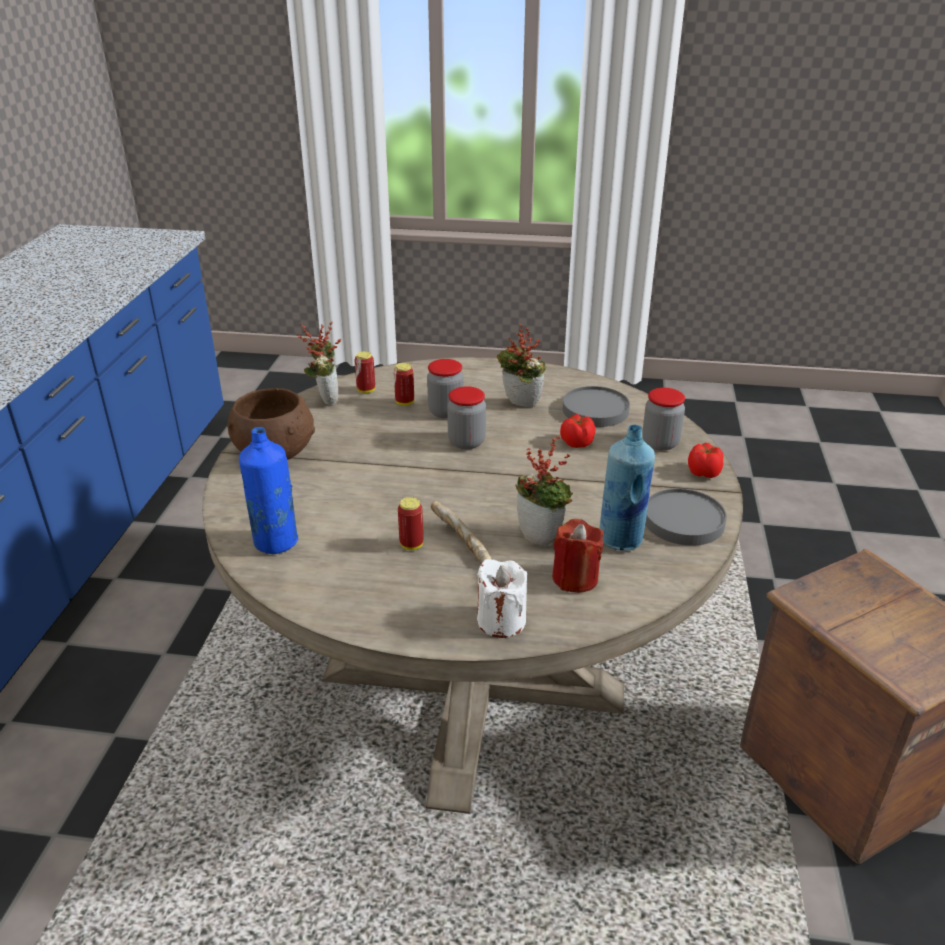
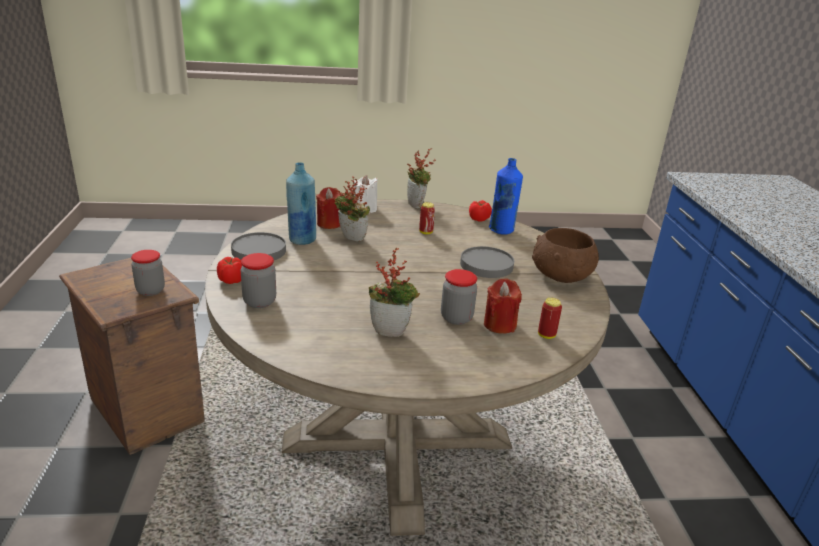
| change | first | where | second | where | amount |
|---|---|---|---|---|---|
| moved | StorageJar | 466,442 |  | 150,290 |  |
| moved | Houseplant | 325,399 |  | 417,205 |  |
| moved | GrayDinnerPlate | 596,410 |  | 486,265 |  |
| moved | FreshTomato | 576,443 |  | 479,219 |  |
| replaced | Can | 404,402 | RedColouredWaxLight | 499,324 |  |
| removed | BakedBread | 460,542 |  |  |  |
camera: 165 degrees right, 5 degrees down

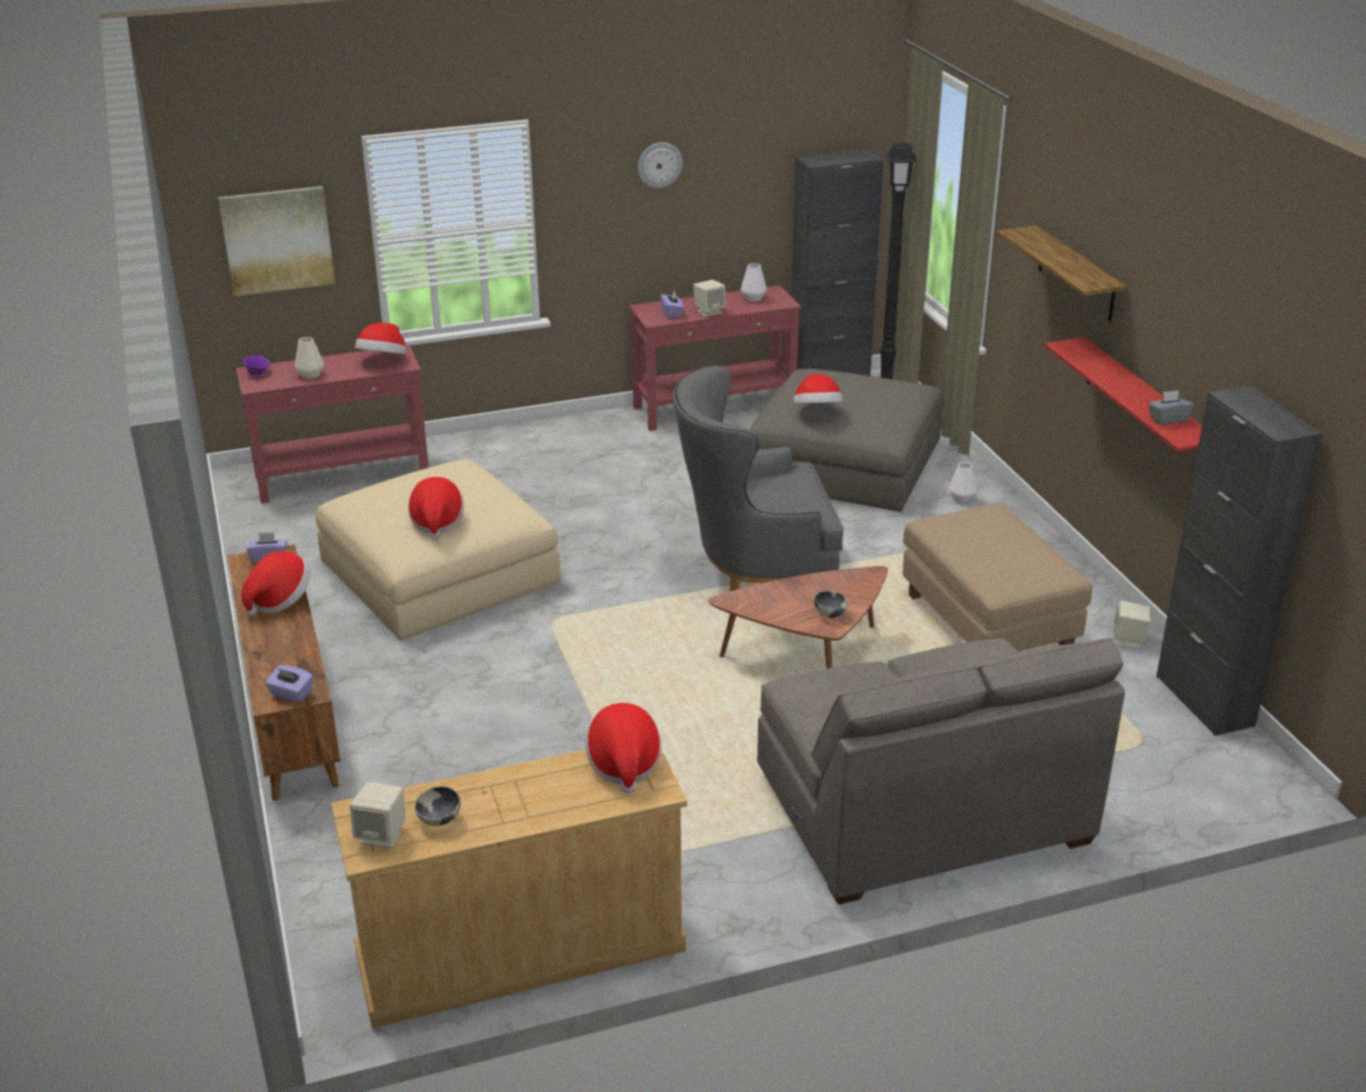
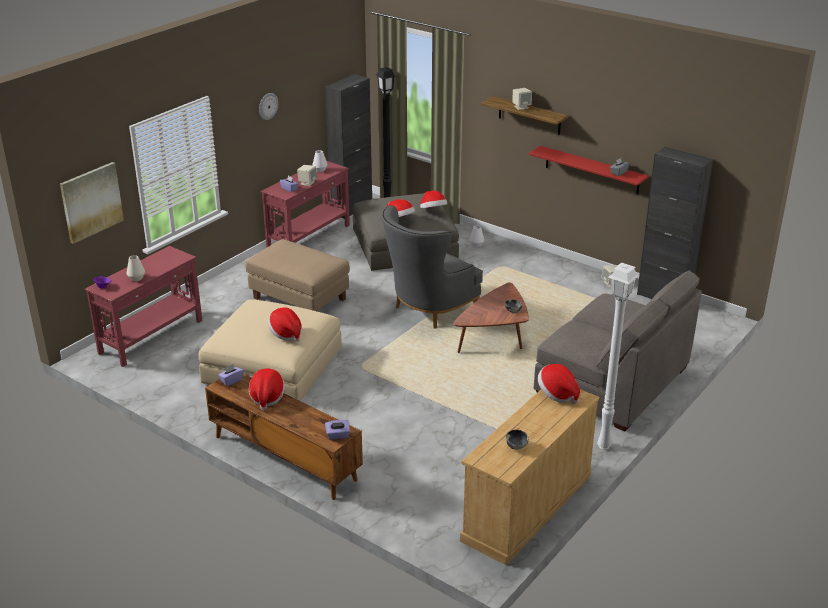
| change | first | where | second | where | amount |
|---|---|---|---|---|---|
| moved | SandColouredPouffe | 989,625 |  | 300,298 |  |
| moved | WearableHat | 383,361 |  | 433,211 |  |
| moved | SandColouredSpeaker | 382,835 |  | 521,107 |  |
| added |  |  | WhiteColouredFloorLamp | 604,447 |  |
camera: 35 degrees left, 0 degrees up

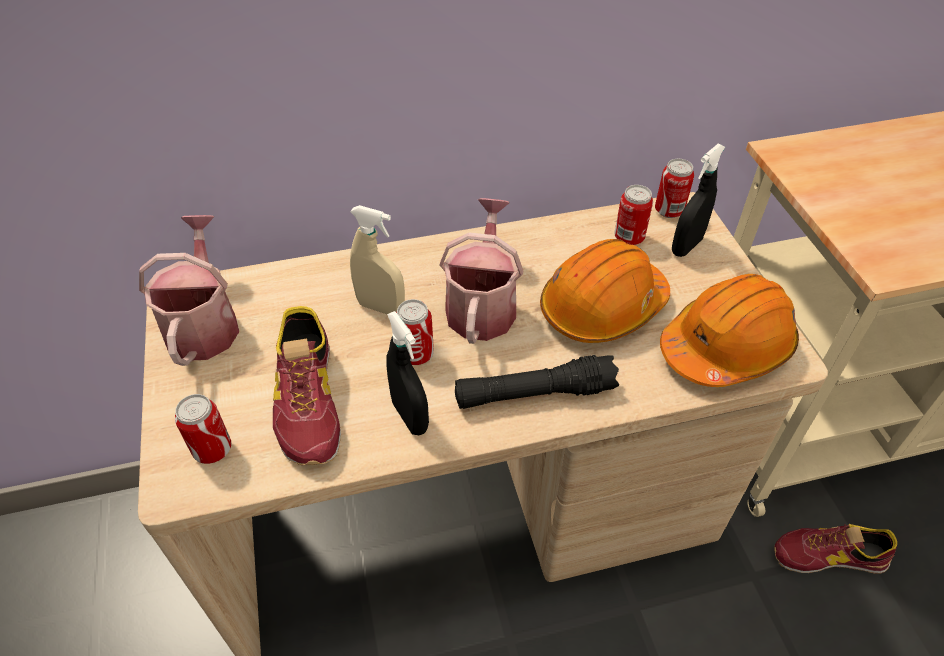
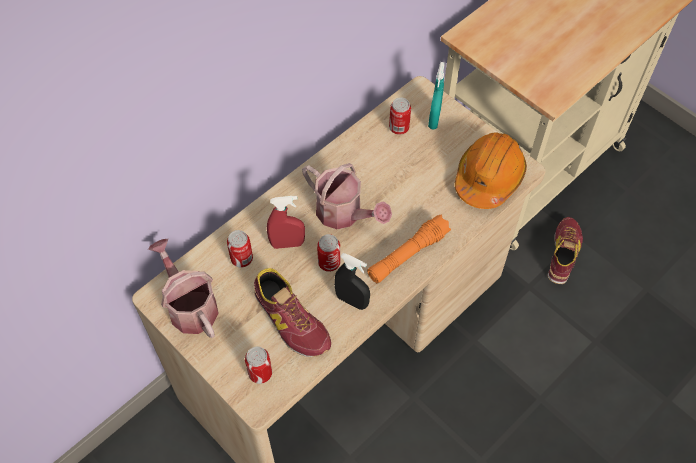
| change | first | where | second | where | amount |
|---|---|---|---|---|---|
| moved | Can | 669,211 |  | 242,259 |  |
| recoloured | SandColouredSprayer | 381,307 | RedColouredSprayer | 287,244 |  |
| turned | WateringPot | 482,305 |  | 344,214 | 150 degrees clockwise |
| recoloured | BlackColouredTorch | 534,394 | OrangeTorch | 407,255 |  |
| recoloured | BlackColouredSprayer | 686,246 | BlueGreenSprayer | 434,119 |  |
| turned | Shoe | 828,556 |  | 563,253 | 135 degrees clockwise |
| removed | OrangeHardHat | 602,308 |  |  |  |
camera: 30 degrees left, 10 degrees up

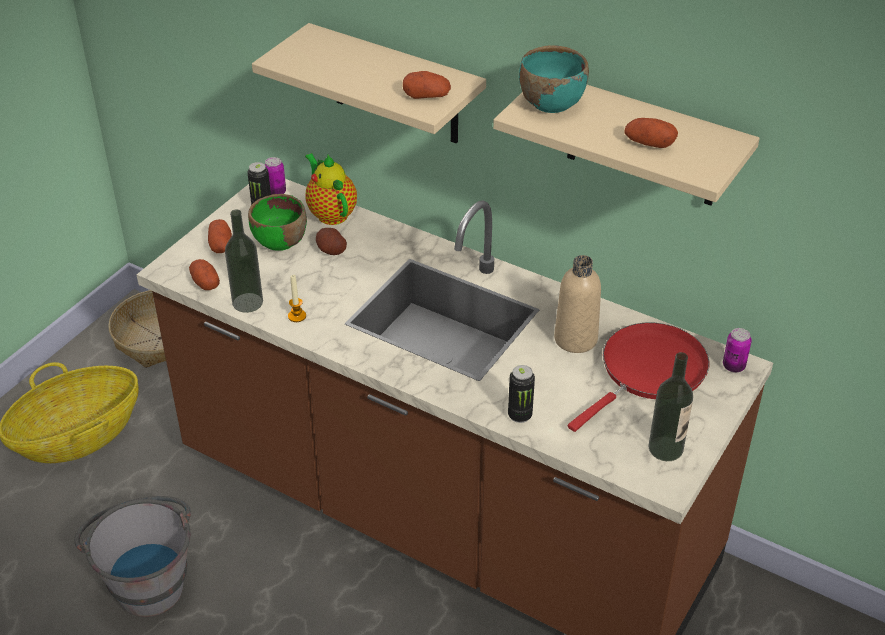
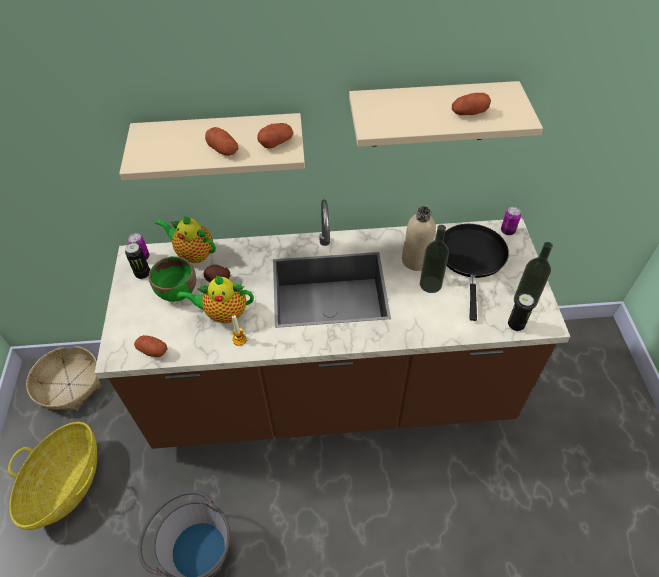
| change | first | where | second | where | amount |
|---|---|---|---|---|---|
| added |  |  | Teapot | 223,313 |  |
| moved | Spud | 221,245 |  | 223,150 |  |
| moved | BeverageBottle | 247,302 |  | 430,284 |  |
| recoloured | RedColouredFryingPan | 648,372 | BlackColouredFryingPan | 471,259 |  |
| moved | Can | 520,415 |  | 515,325 |  |
| removed | BlueGreenBowl | 551,102 |  |  |  |
camera: 35 degrees left, 10 degrees up

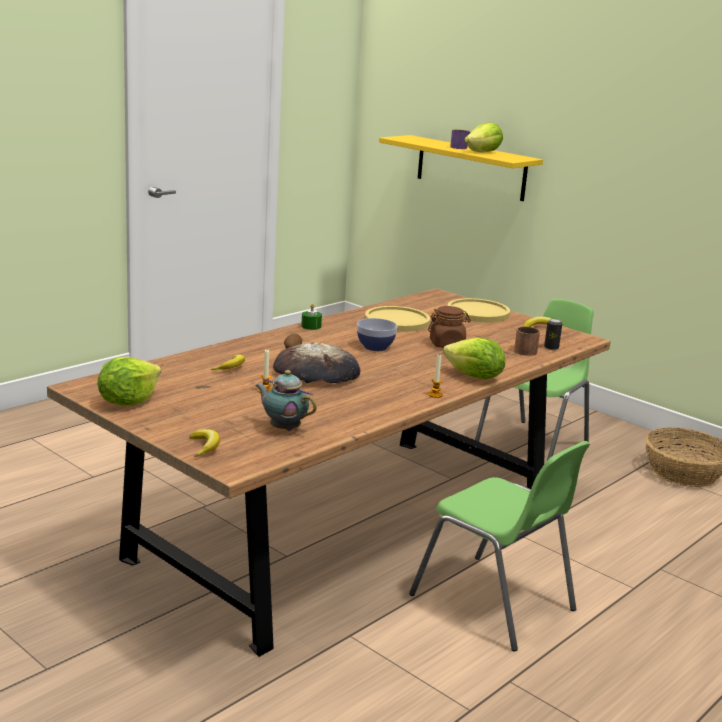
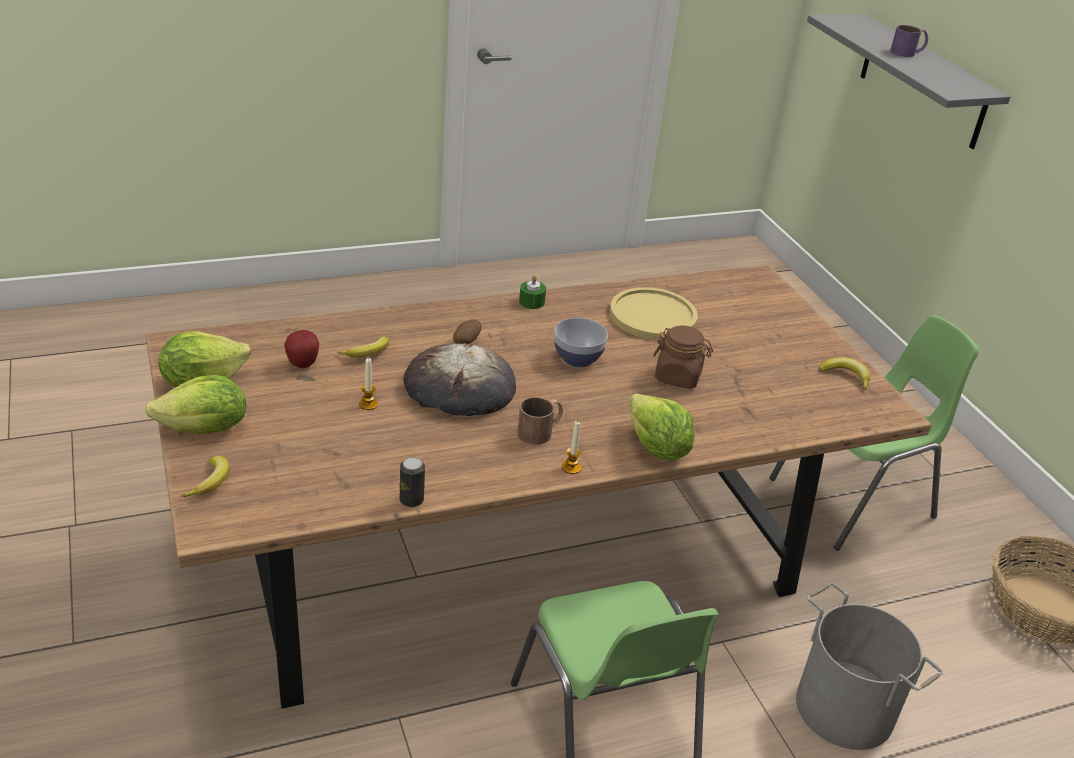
| change | first | where | second | where | amount |
|---|---|---|---|---|---|
| moved | HeadOfLettuce | 483,152 |  | 205,429 |  |
| added |  |  | WholeApple | 302,364 |  |
| moved | Can | 551,348 |  | 411,500 |  |
| moved | BrownColouredMug | 527,350 |  | 541,431 |  |
| added |  |  | GrayPail | 845,707 |  |
| recoloured | YellowishShelf | 471,168 | GrayShelf | 923,81 |  |
| removed | Teapot | 283,428 |  |  |  |
| removed | YellowishDinnerPlate | 478,312 |  |  |  |
camera: 25 degrees right, 15 degrees up

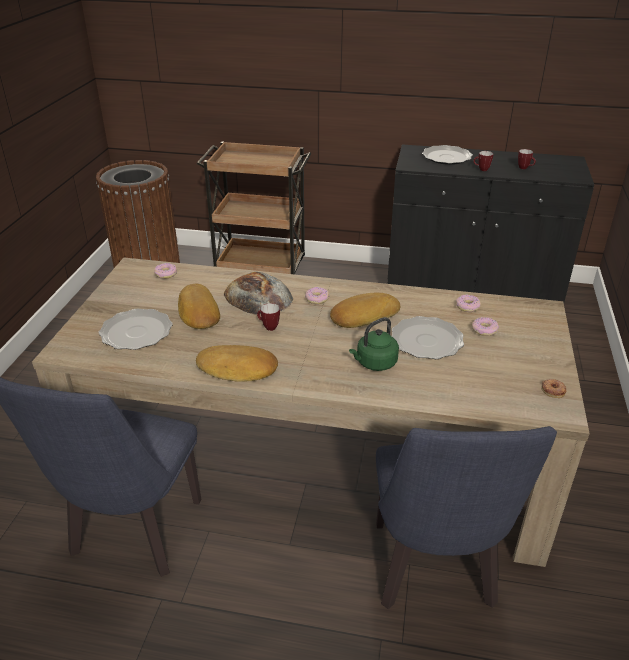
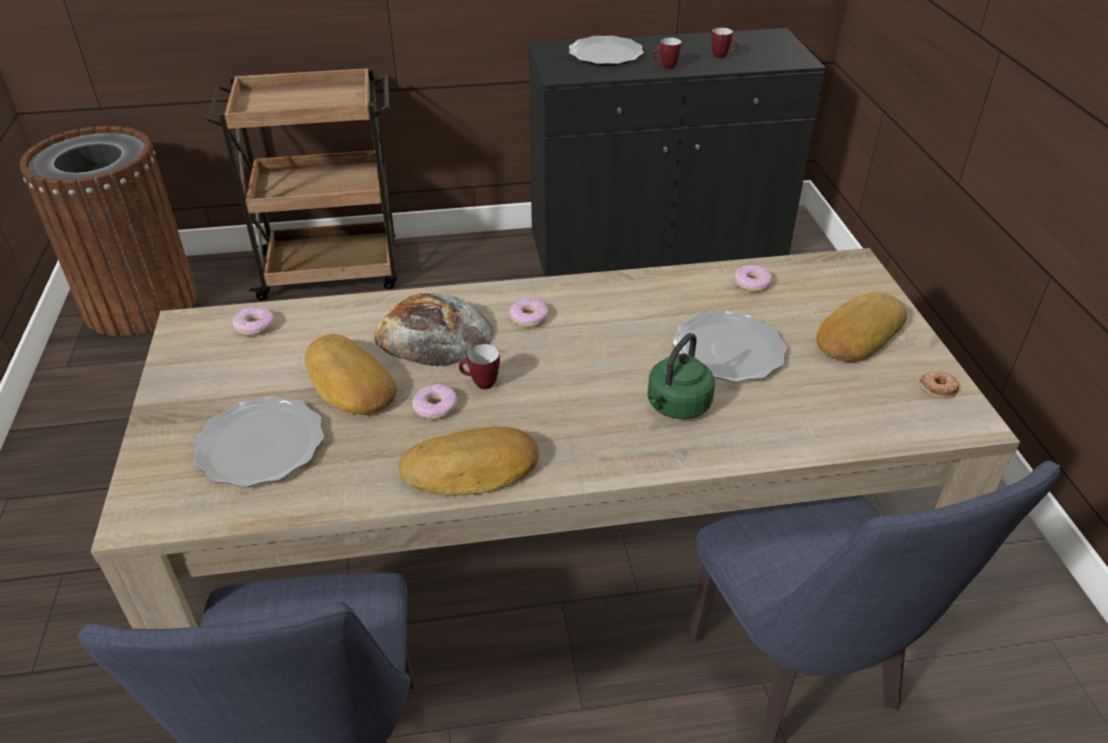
| change | first | where | second | where | amount |
|---|---|---|---|---|---|
| moved | Donut | 484,330 |  | 436,407 |  |
| moved | BakedBread | 363,315 |  | 857,334 |  |
camera: 20 degrees left, 5 degrees up

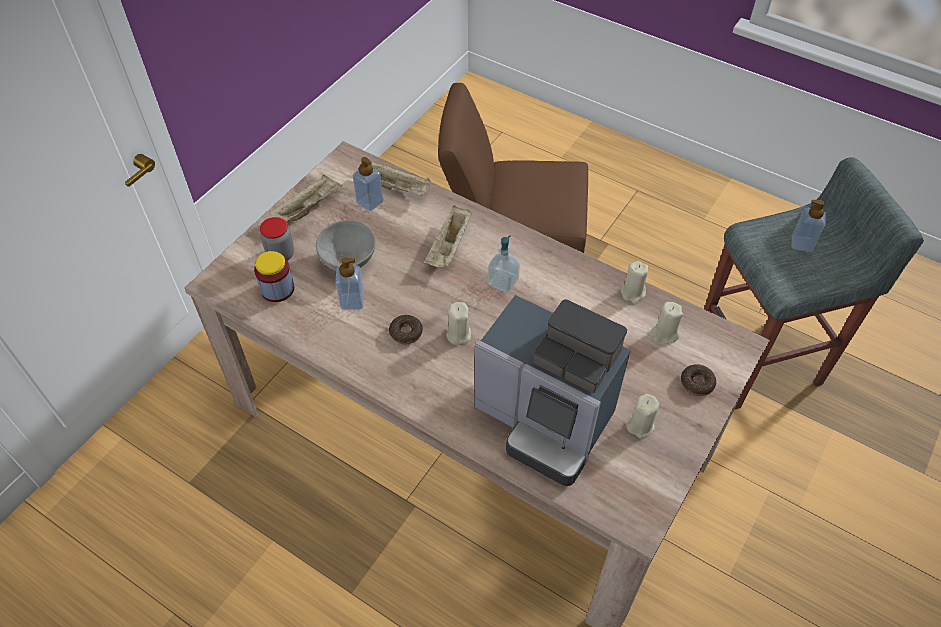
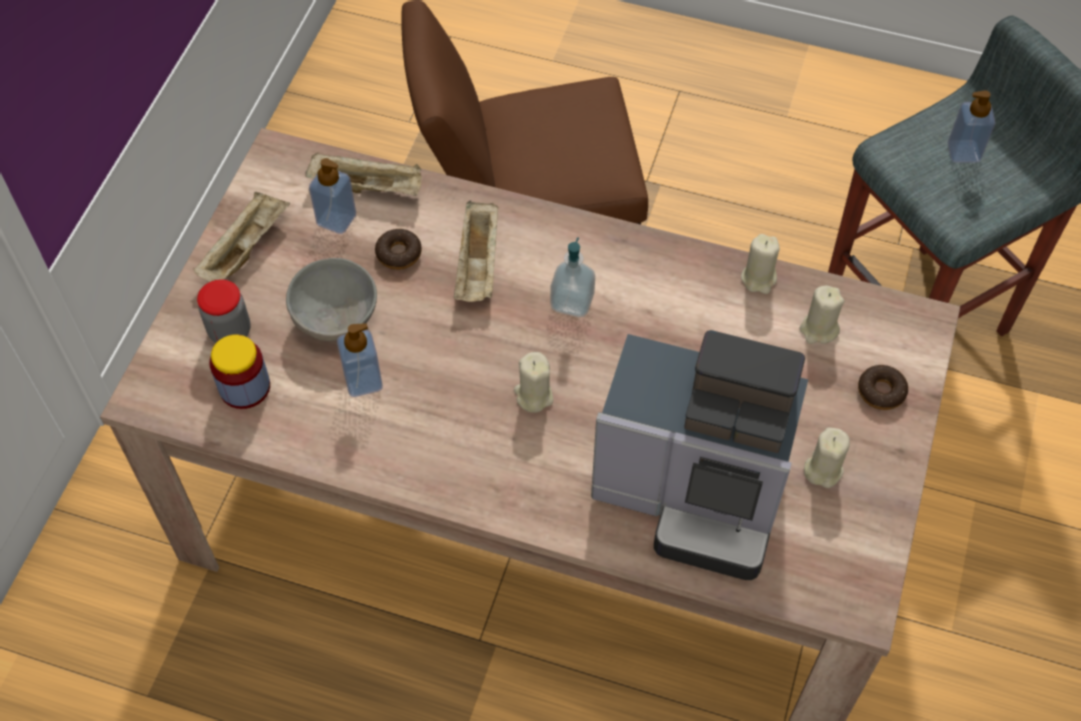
| change | first | where | second | where | amount |
|---|---|---|---|---|---|
| moved | Donut | 406,332 |  | 399,253 |  |
camera: 15 degrees left, 5 degrees up

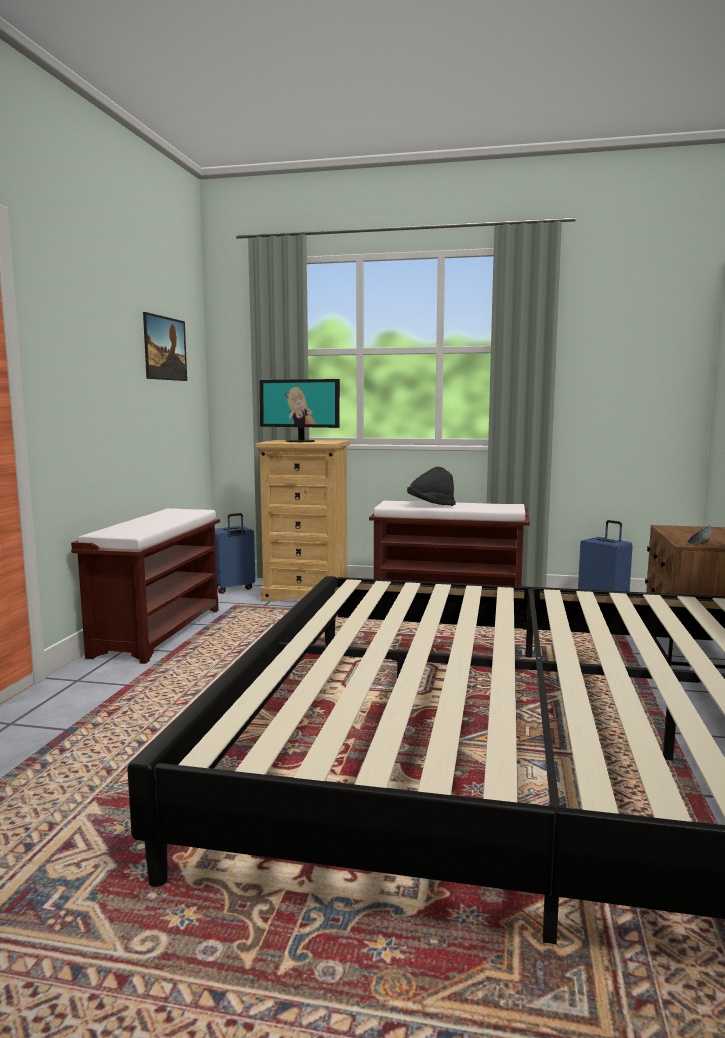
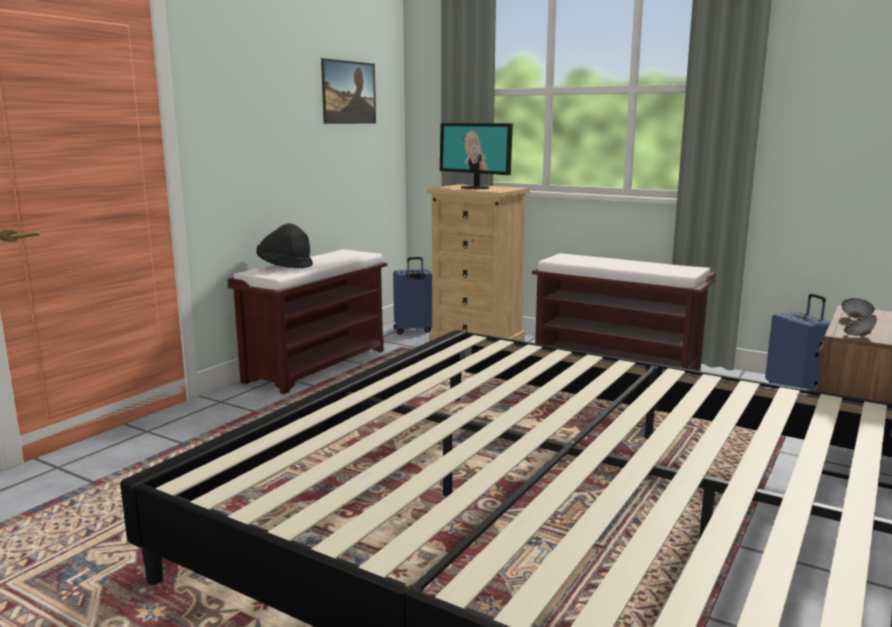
| change | first | where | second | where | amount |
|---|---|---|---|---|---|
| moved | BlackColouredWearableHat | 431,505 |  | 284,266 |  |
| added |  |  | Bowl | 856,318 |  |
camera: 20 degrees right, 5 degrees up

